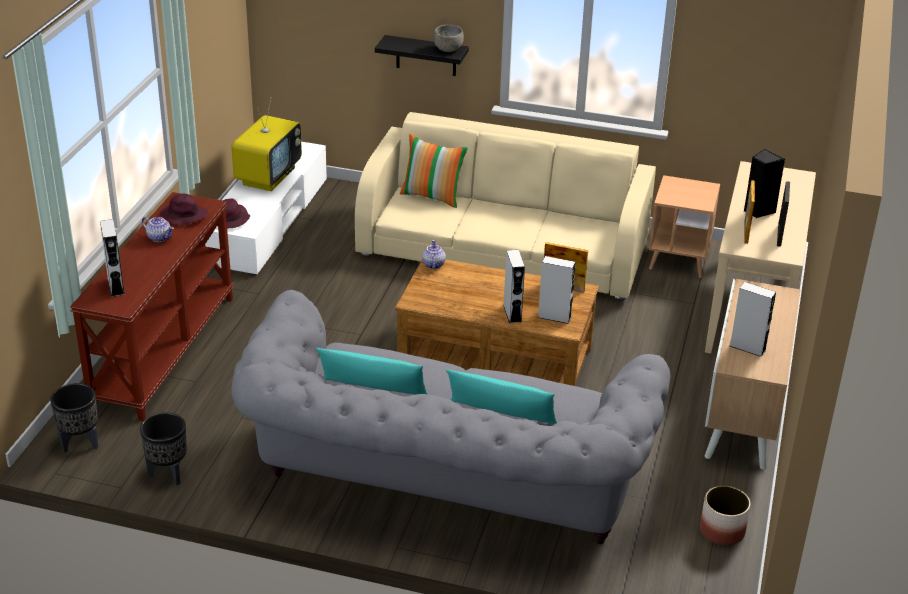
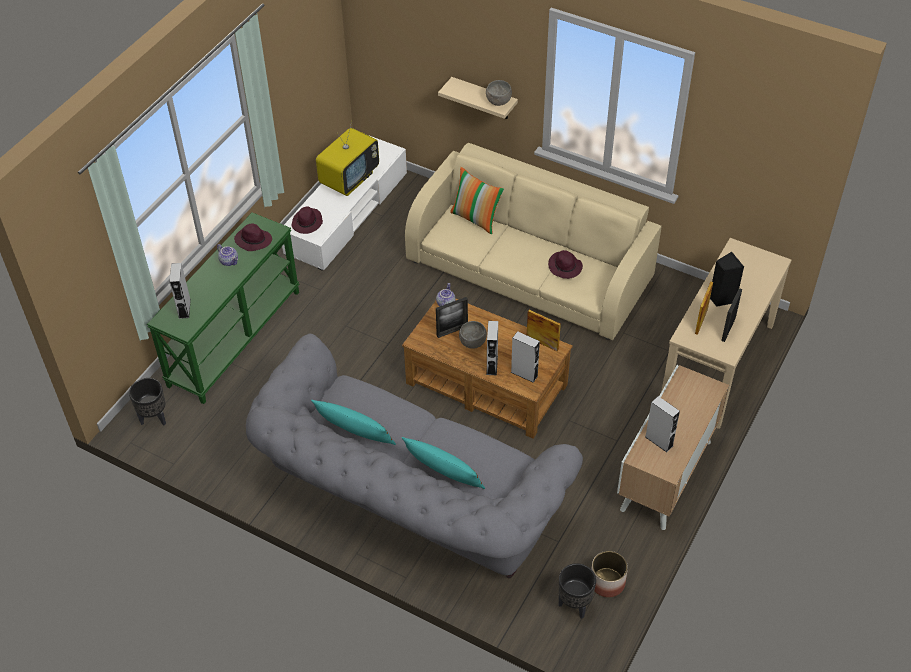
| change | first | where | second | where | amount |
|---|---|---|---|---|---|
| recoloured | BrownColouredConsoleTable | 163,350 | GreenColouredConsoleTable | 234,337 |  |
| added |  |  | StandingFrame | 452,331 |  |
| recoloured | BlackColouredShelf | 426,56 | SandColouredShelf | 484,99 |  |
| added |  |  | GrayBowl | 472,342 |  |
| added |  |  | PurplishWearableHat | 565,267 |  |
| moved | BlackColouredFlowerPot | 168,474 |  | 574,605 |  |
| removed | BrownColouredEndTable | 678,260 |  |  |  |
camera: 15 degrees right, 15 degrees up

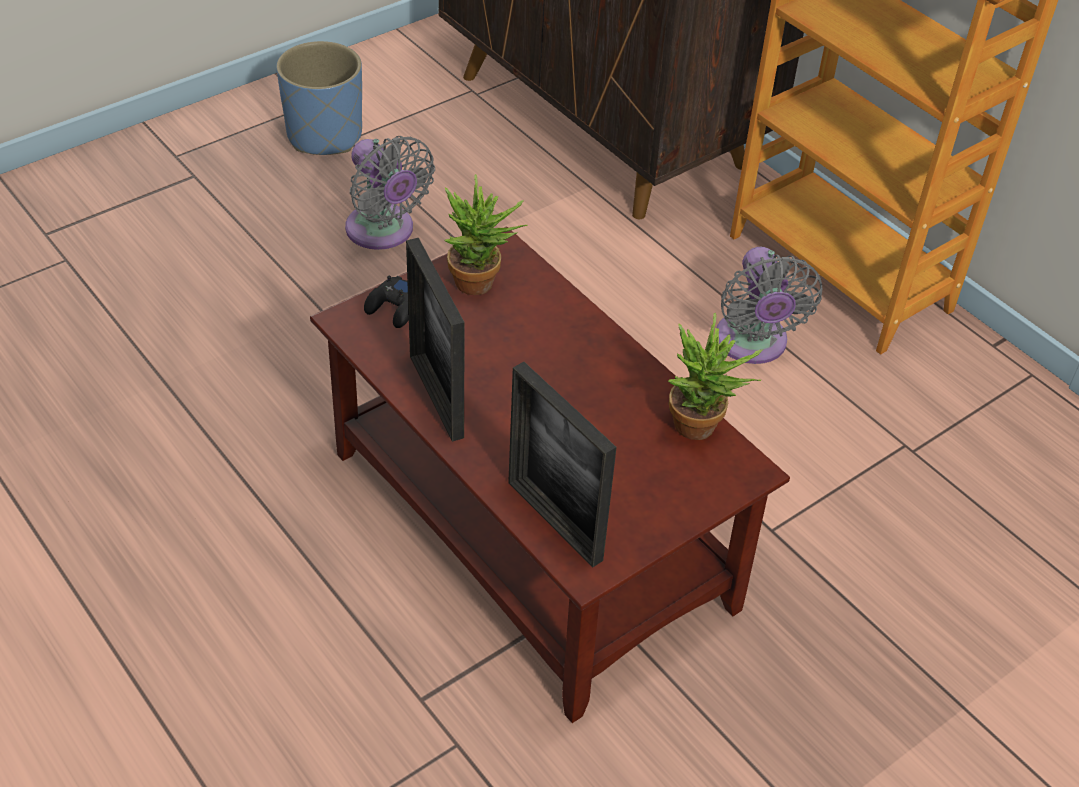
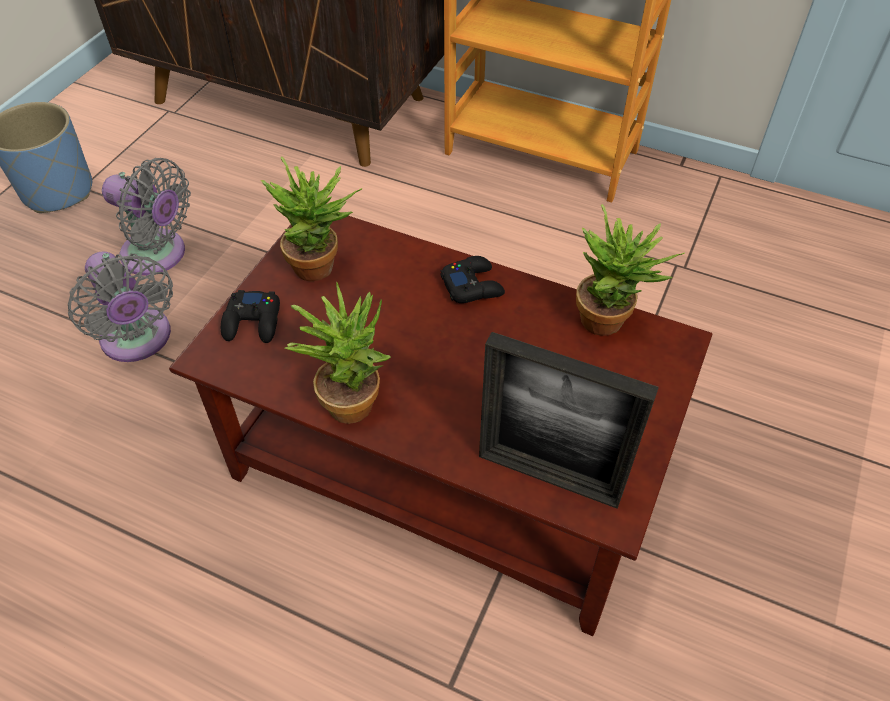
| change | first | where | second | where | amount |
|---|---|---|---|---|---|
| moved | GrayCoolingFan | 752,344 |  | 138,340 |  |
| replaced | StandingFrame | 436,396 | Houseplant | 350,397 |  |
| added |  |  | BlackColouredJoypad | 472,285 |  |
camera: 25 degrees left, 5 degrees up

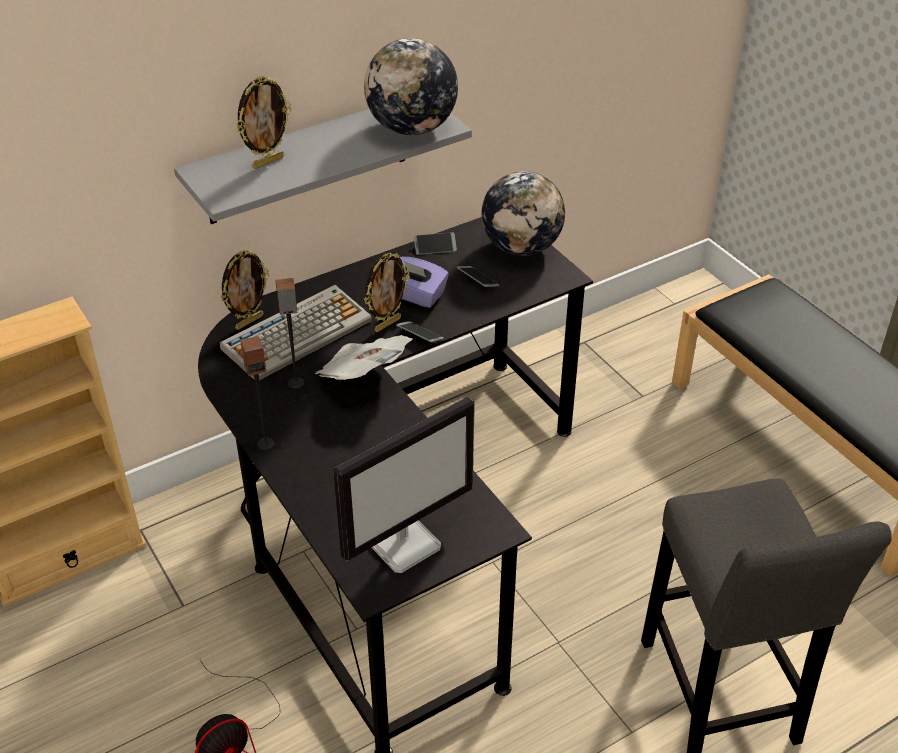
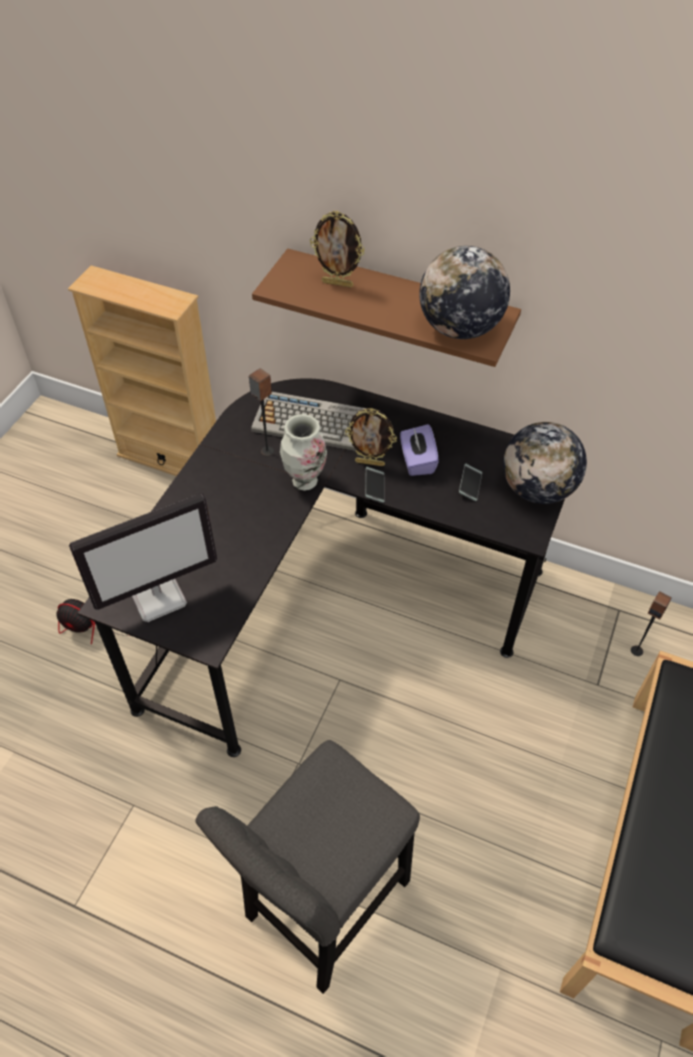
| change | first | where | second | where | amount |
|---|---|---|---|---|---|
| turned | Monitor | 405,543 |  | 159,596 | 45 degrees counterclockwise |
| recoloured | GrayShelf | 307,159 | BrownColouredShelf | 399,304 |  |
| replaced | DailyPaper | 364,375 | DecorativeVase | 305,481 |  |
| moved | Speaker | 265,443 |  | 637,650 |  |
| removed | StandingFrame | 249,322 |  |  |  |
| removed | Phone | 435,247 |  |  |  |
camera: 55 degrees right, 10 degrees up

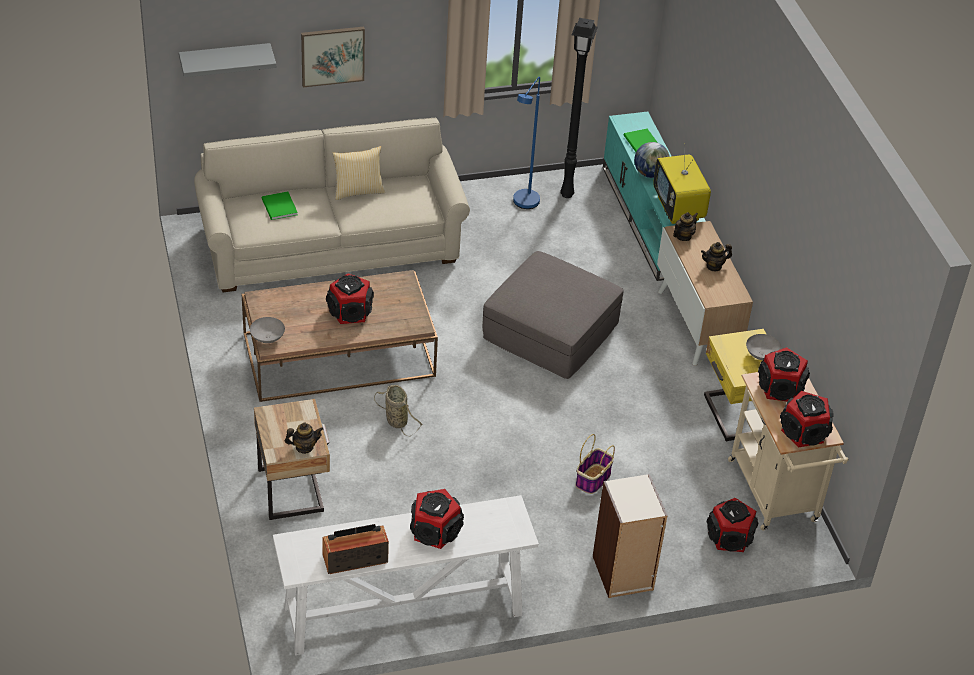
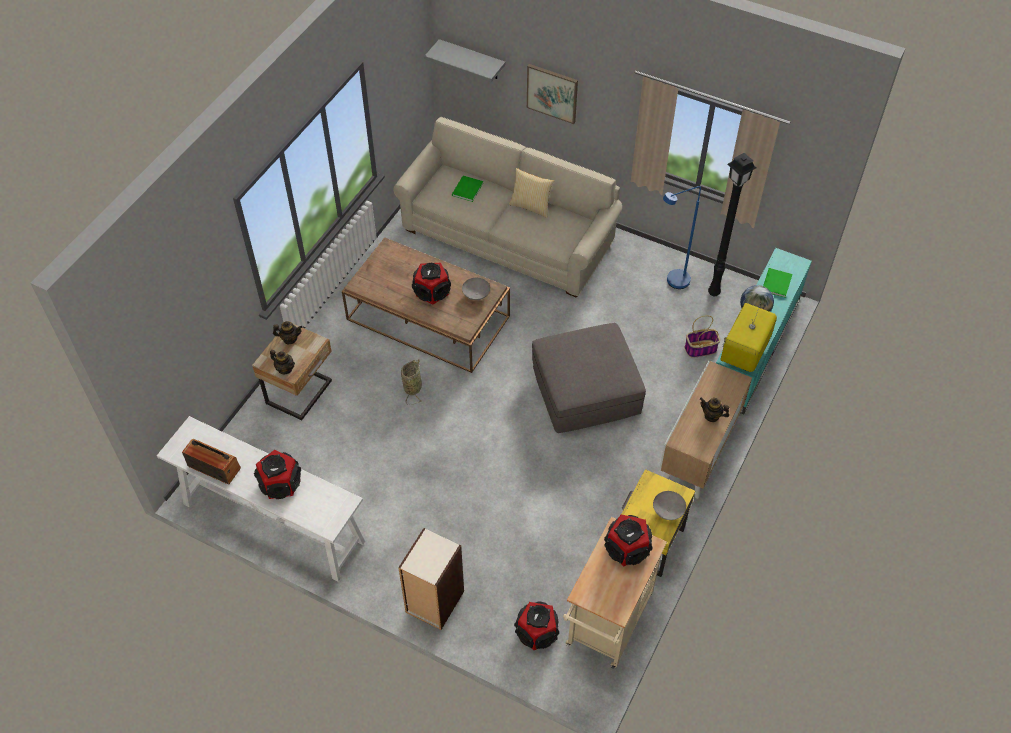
| change | first | where | second | where | amount |
|---|---|---|---|---|---|
| moved | Teapot | 683,236 |  | 290,339 |  |
| moved | GrayBowl | 267,338 |  | 475,295 |  |
| moved | Basket | 593,480 |  | 700,349 |  |
| removed | Speaker | 804,432 |  |  |  |
camera: 45 degrees right, 10 degrees up

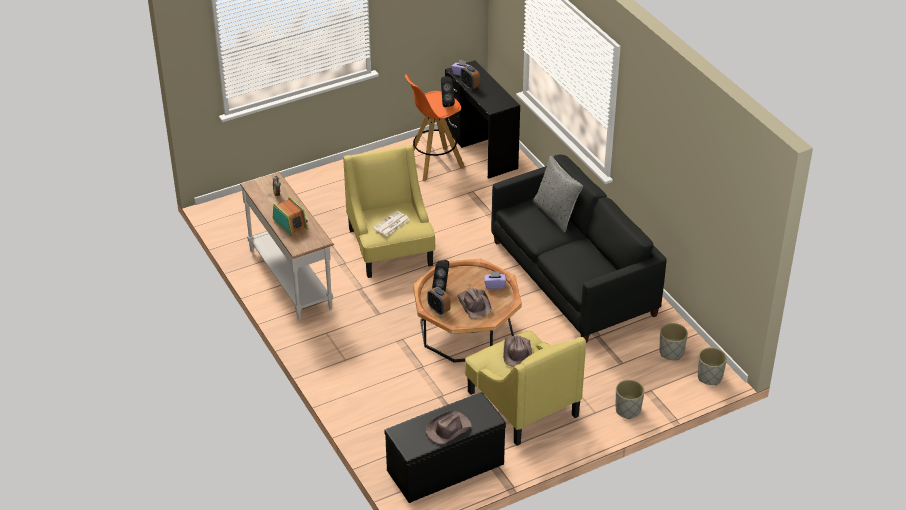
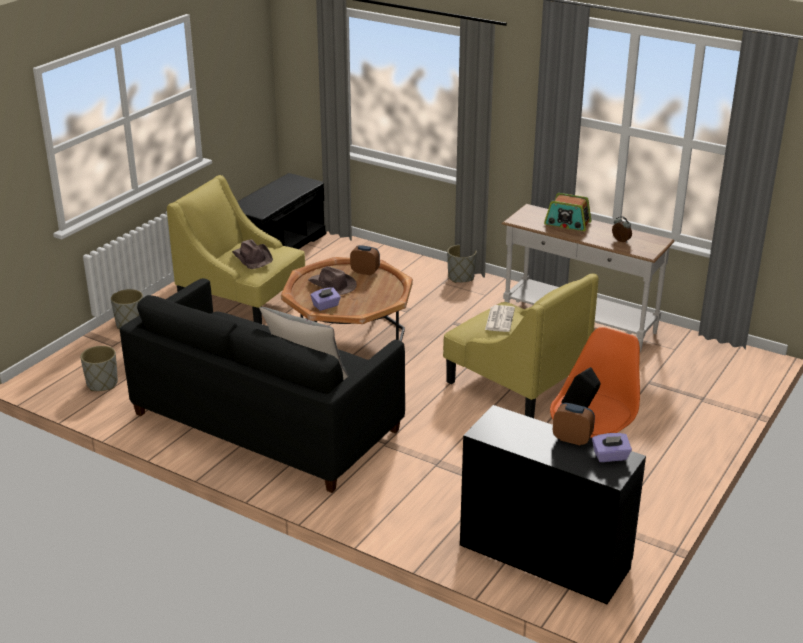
| change | first | where | second | where | amount |
|---|---|---|---|---|---|
| moved | GrayFlowerPot | 710,377 |  | 461,277 |  |
| removed | BrownColouredWearableHat | 448,429 |  |  |  |
| removed | BlackColouredSpeaker | 442,288 |  |  |  |
camera: 150 degrees right, 10 degrees down

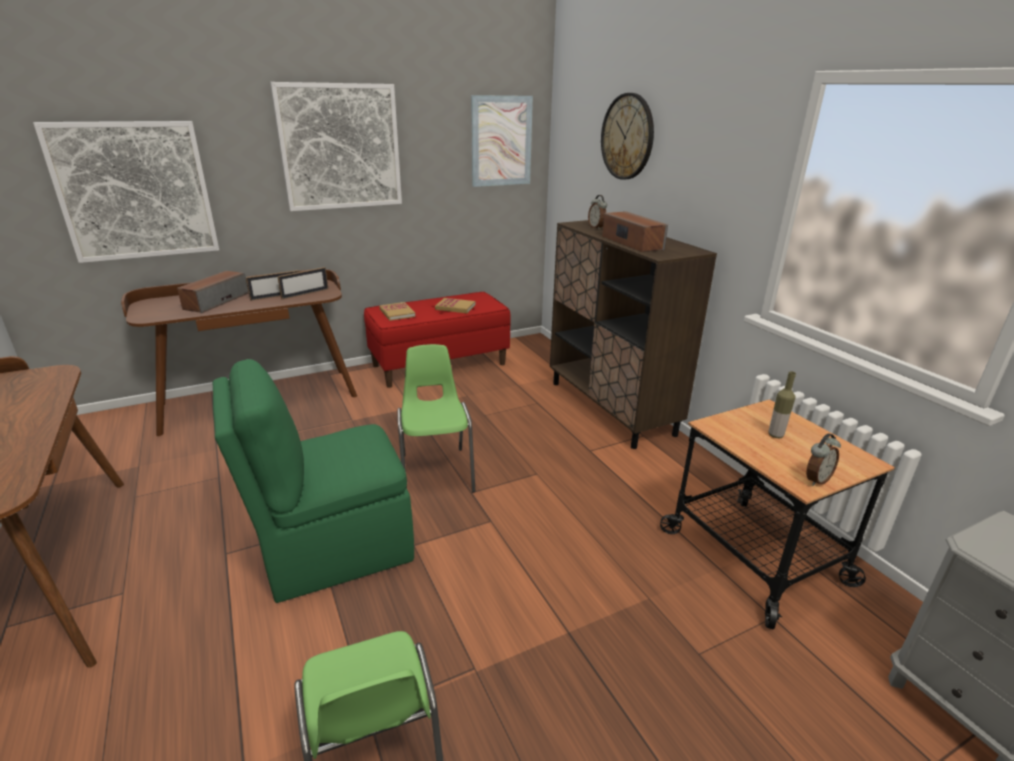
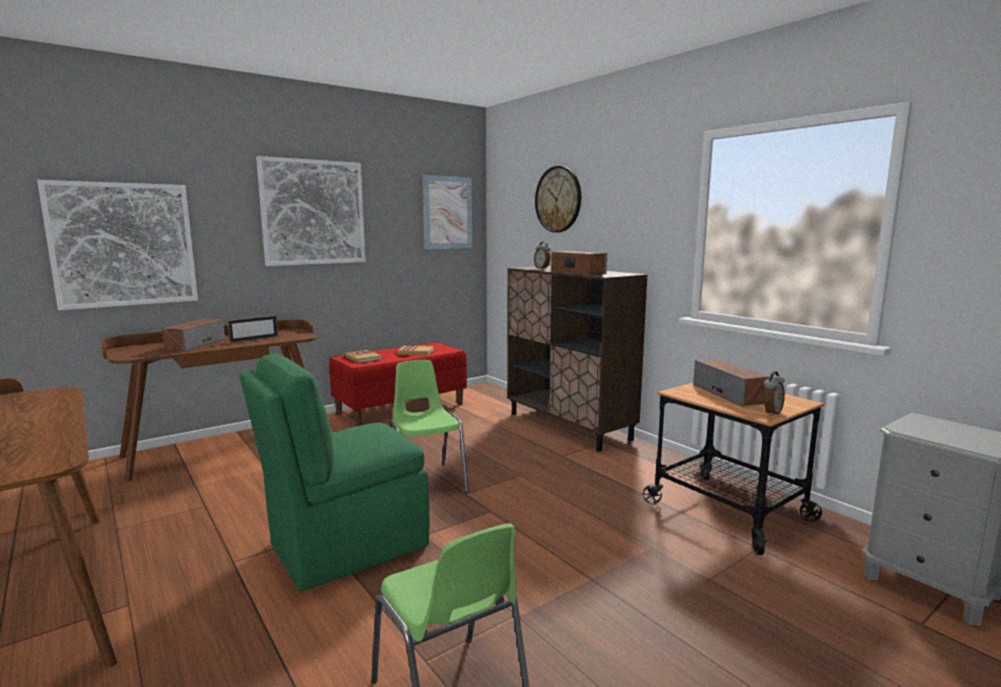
| change | first | where | second | where | amount |
|---|---|---|---|---|---|
| replaced | BeverageBottle | 775,435 | Speaker | 728,393 |  |
| removed | StandingFrame | 305,294 |  |  |  |
camera: 10 degrees left, 15 degrees down

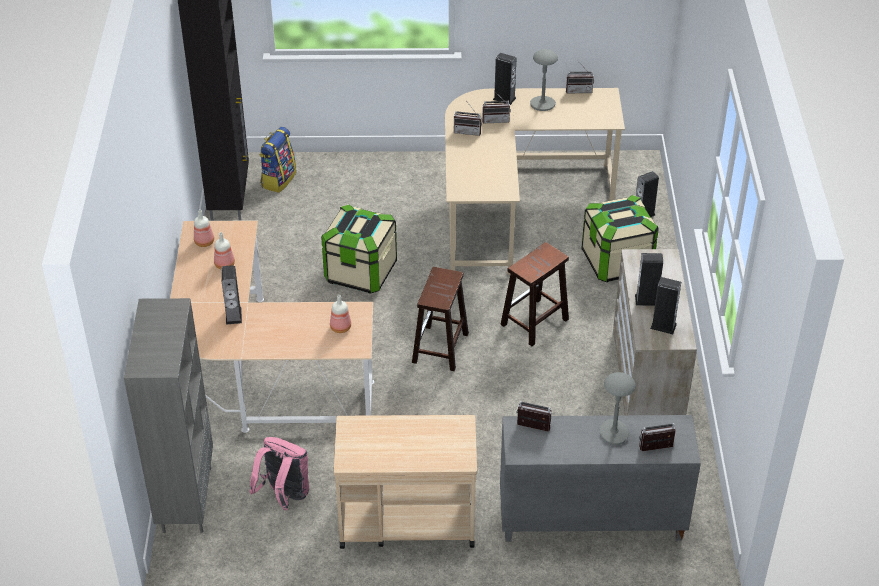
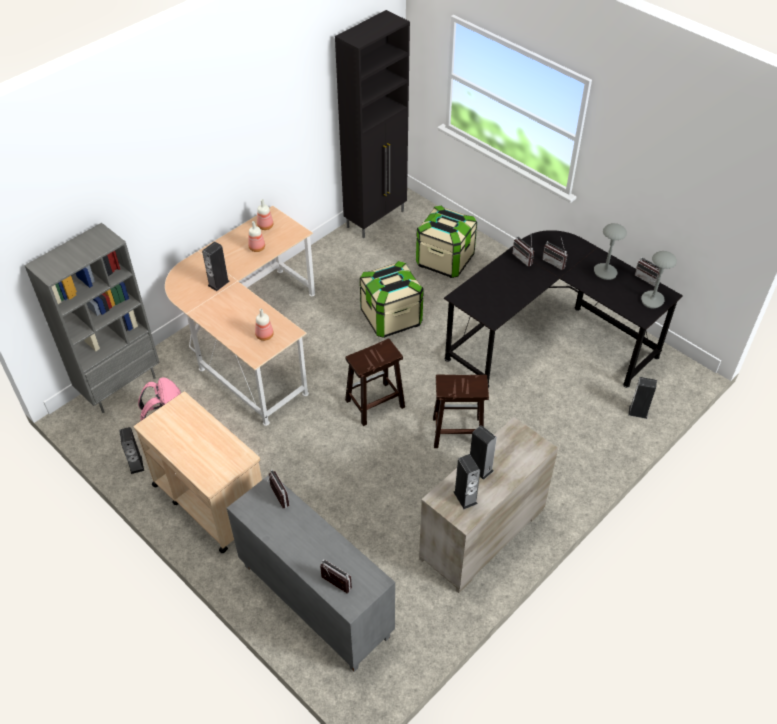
| change | first | where | second | where | amount |
|---|---|---|---|---|---|
| moved | Speaker | 504,98 |  | 136,464 |  |
| moved | StorageContainer | 616,262 |  | 445,260 |  |
| recoloured | SandColouredDeskTable | 512,205 | BlackColouredDeskTable | 548,340 |  |
| moved | GrayTableLamp | 614,433 |  | 652,300 |  |
| removed | Knapsack | 278,179 |  |  |  |
camera: 45 degrees right, 5 degrees up

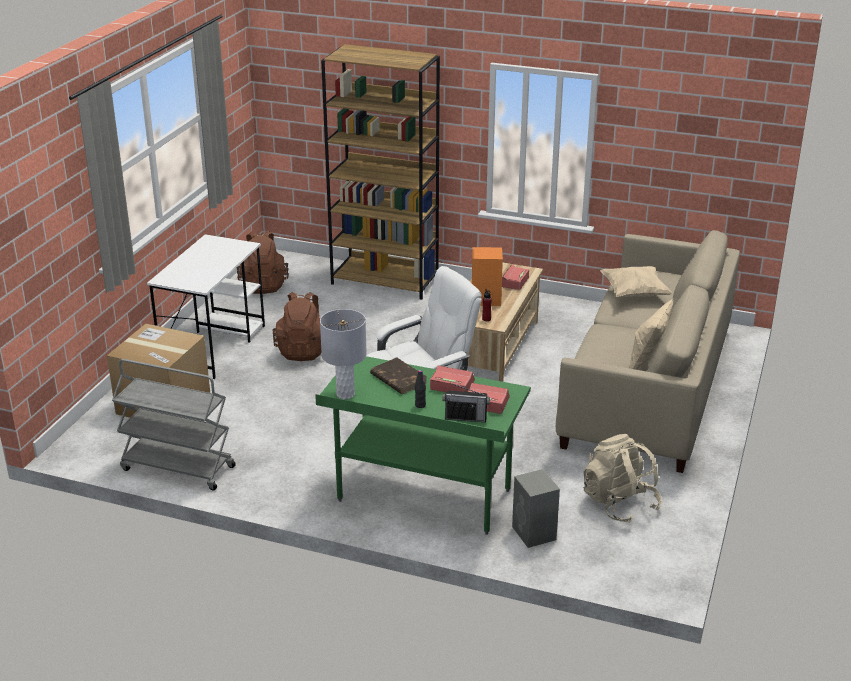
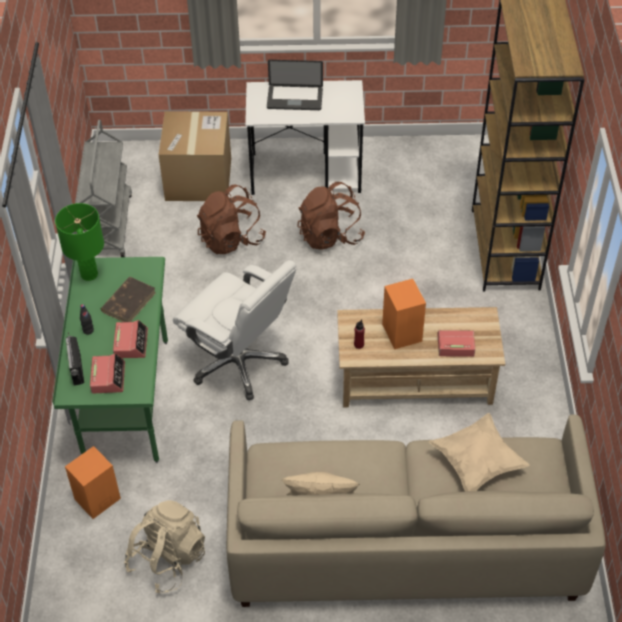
| change | first | where | second | where | amount |
|---|---|---|---|---|---|
| recoloured | GrayTableLamp | 345,394 | GreenColouredTableLamp | 89,274 |  |
| recoloured | GraySpeaker | 534,534 | OrangeSpeaker | 96,499 |  |
| moved | BrownColouredKnapsack | 263,285 |  | 231,239 |  |
| added |  |  | Laptop | 295,99 |  |
camera: 70 degrees right, 20 degrees up

